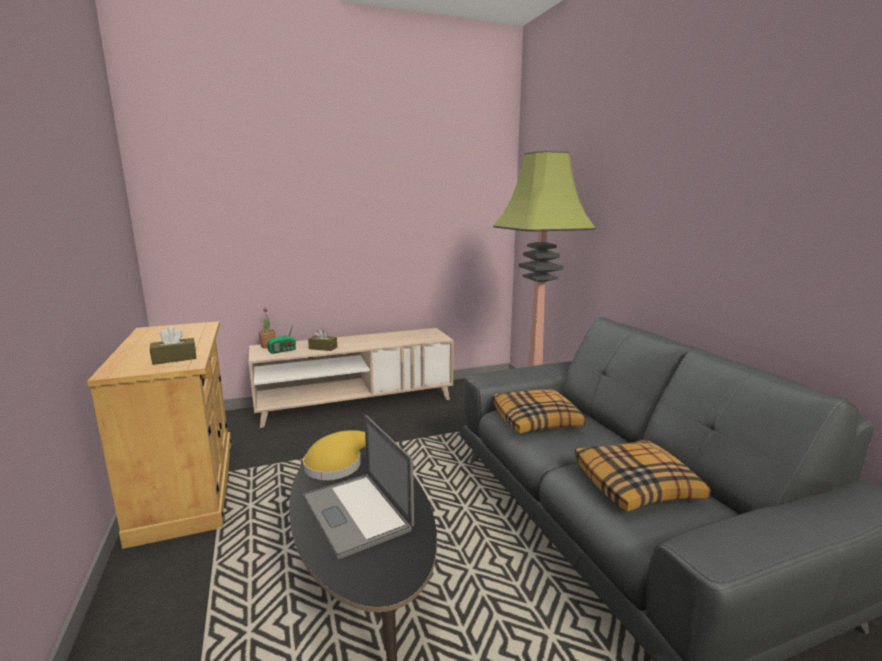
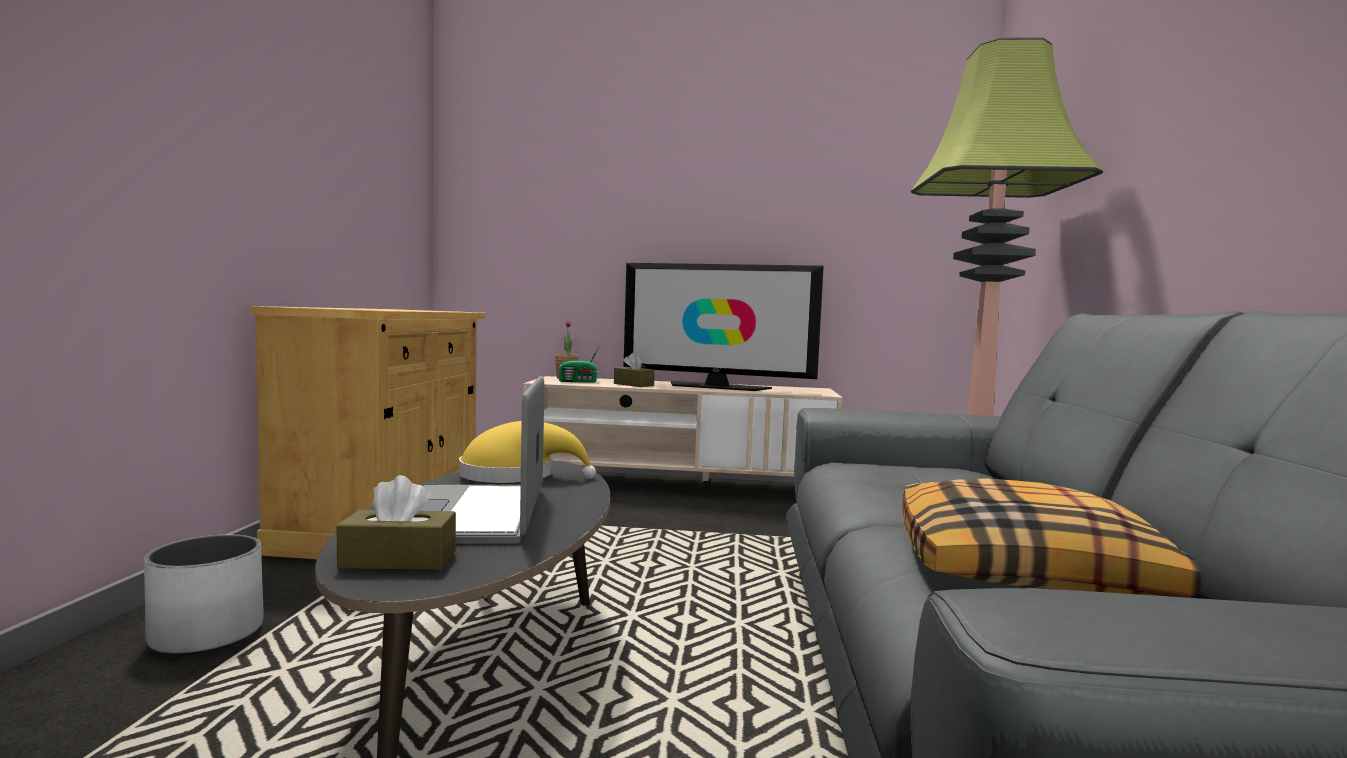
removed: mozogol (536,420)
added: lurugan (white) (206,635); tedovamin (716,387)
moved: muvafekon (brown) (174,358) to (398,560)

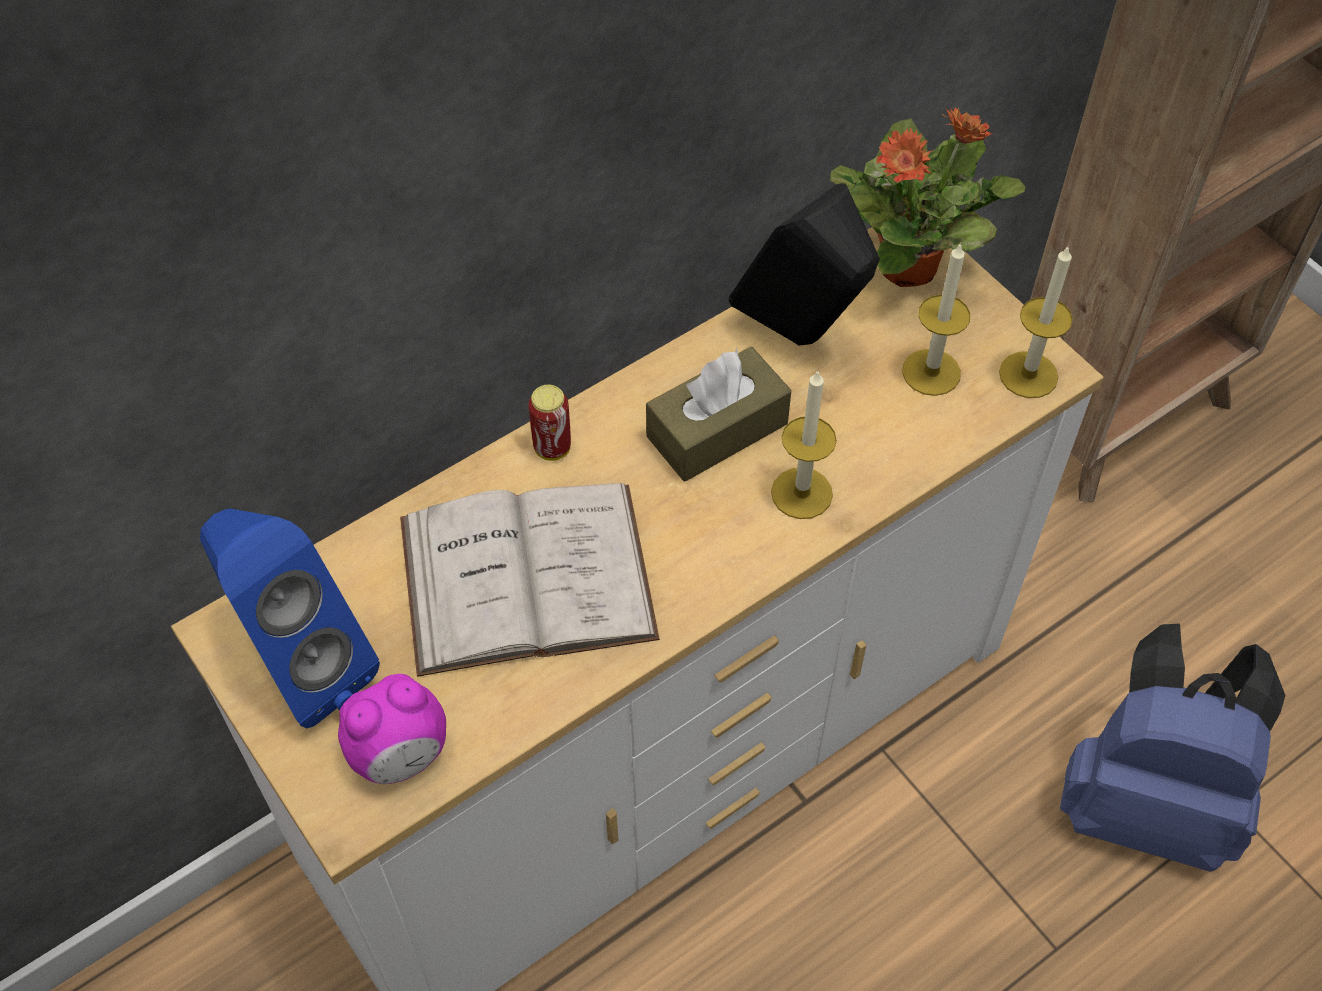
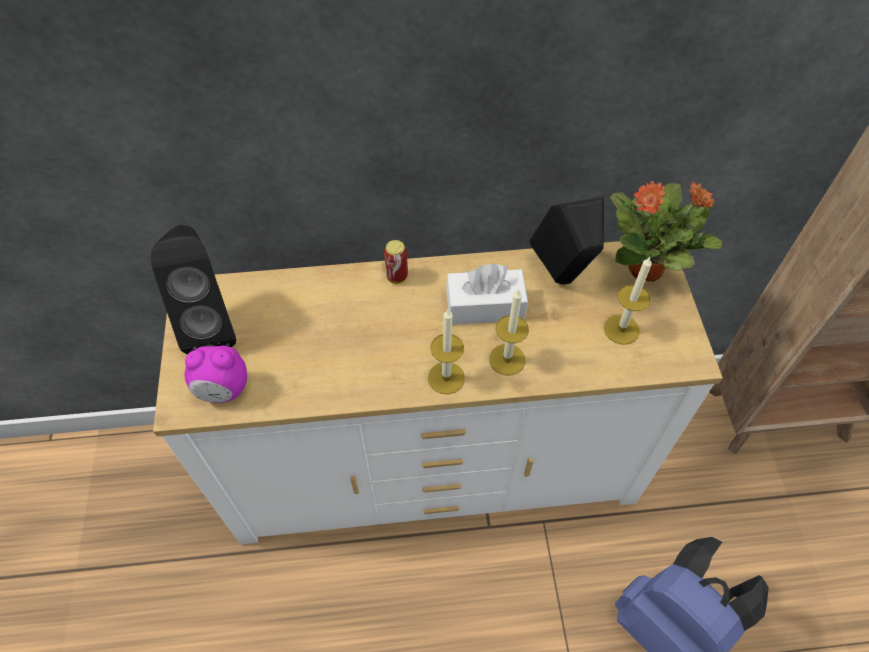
removed: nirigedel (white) (527,577)
moved: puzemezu (1028,375) to (446,378)
recoloured: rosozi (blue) (302,665) to rosozi (black) (211,324); muvafekon (brown) (717,430) to muvafekon (white) (485,306)

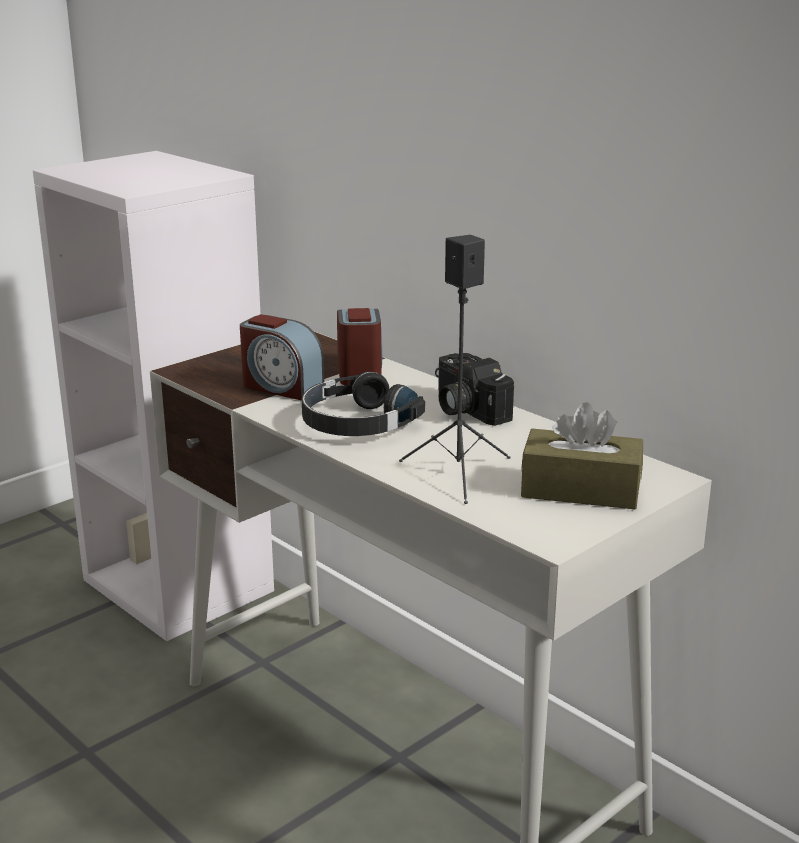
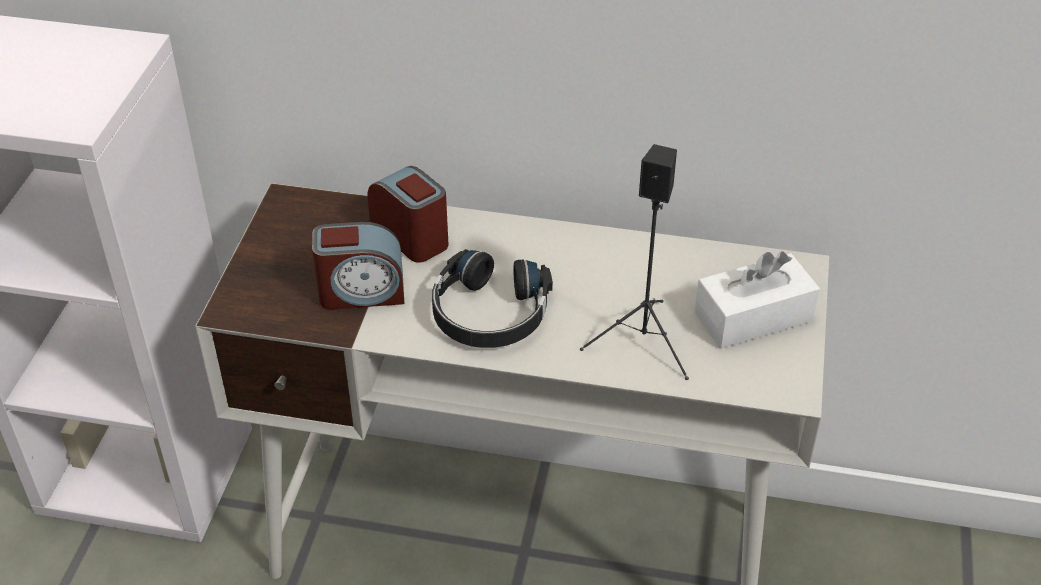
removed: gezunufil (464,409)
recoloured: muvafekon (brown) (580,490) to muvafekon (white) (753,317)

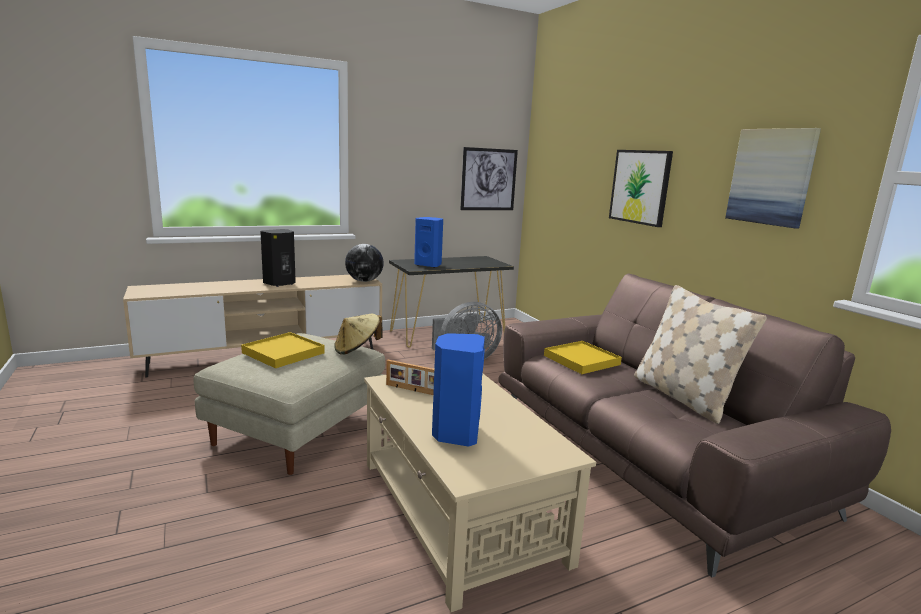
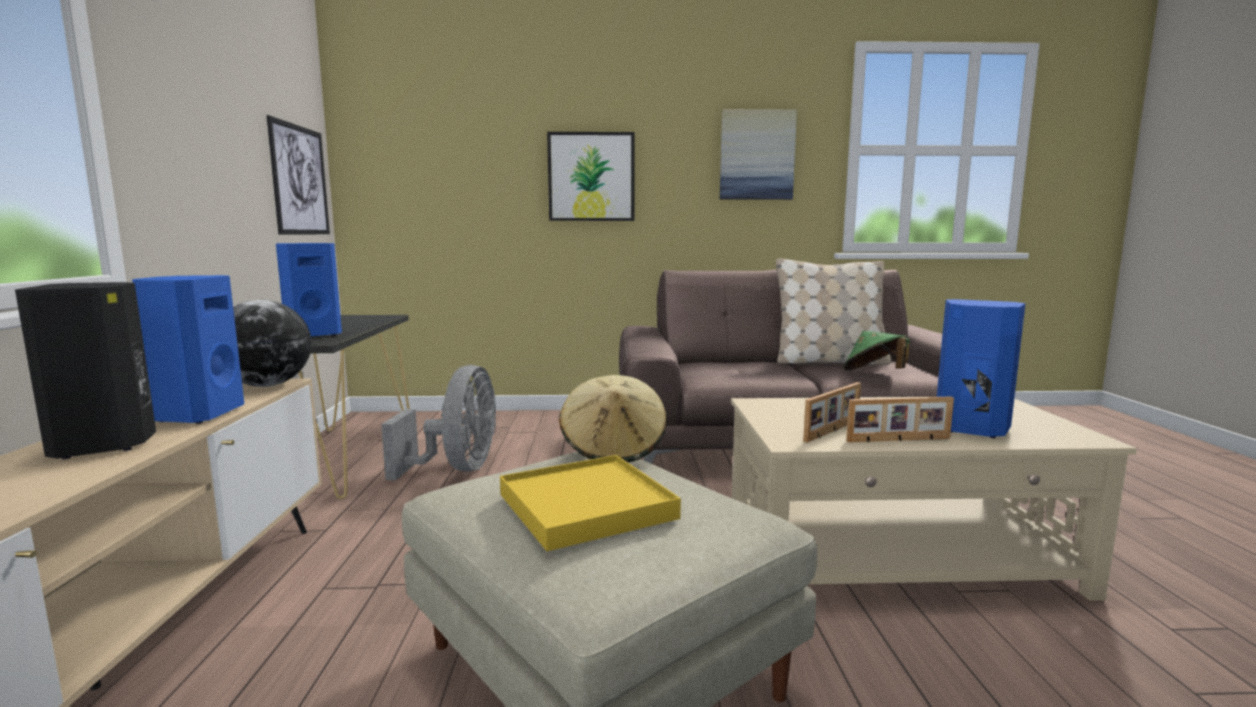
removed: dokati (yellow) (581,360)
added: rosozi (blue) (197,415); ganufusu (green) (874,373); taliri (899,440)

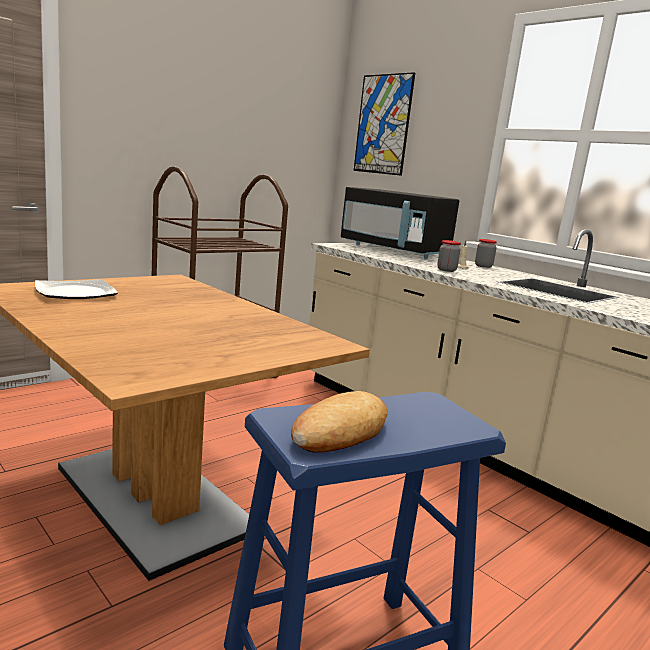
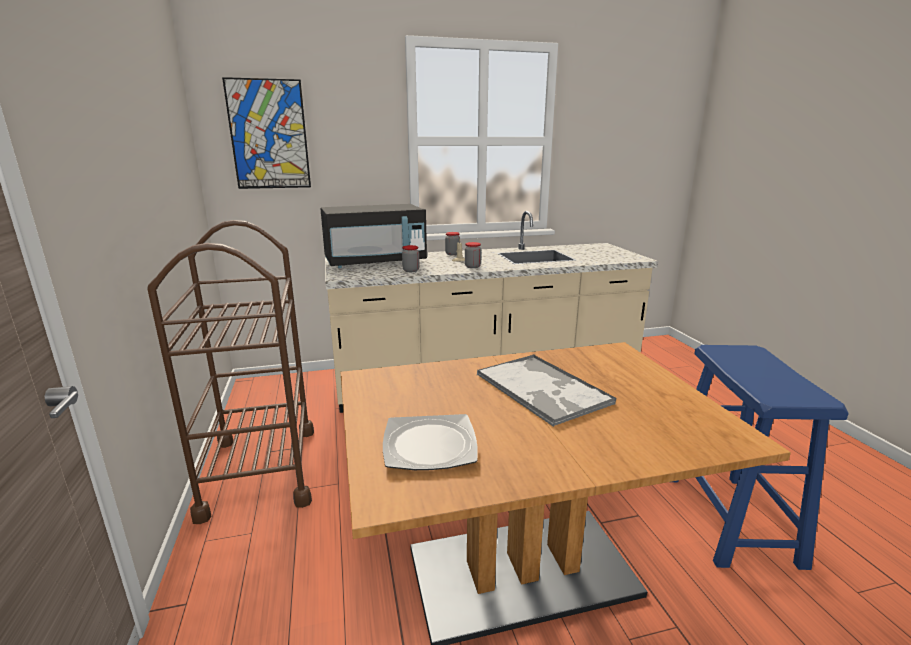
removed: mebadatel (340,431)
added: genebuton (411,270); dokati (543,389)

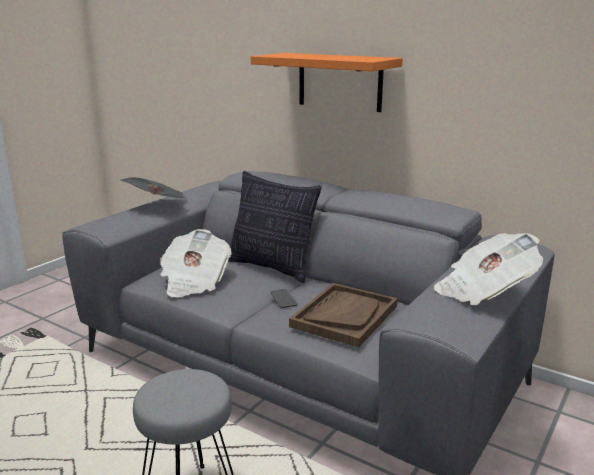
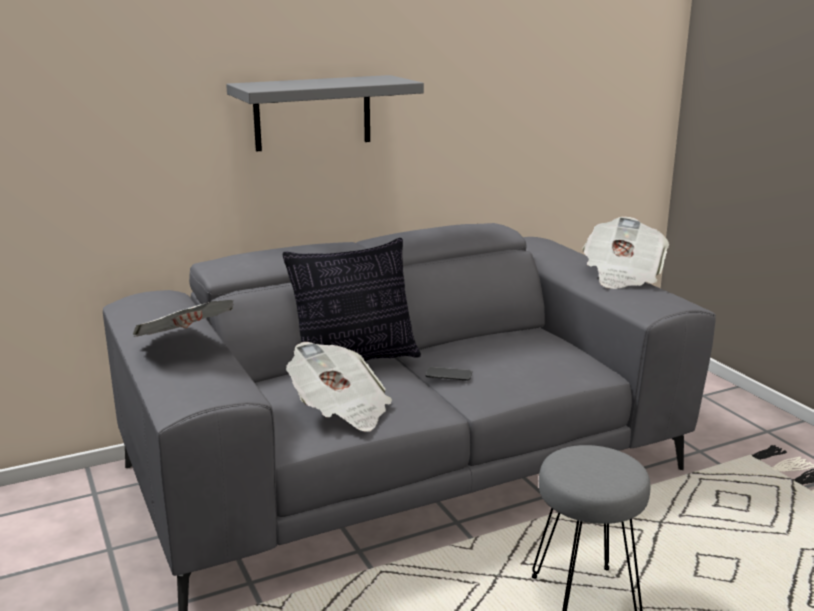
removed: dokati (brown) (344,316)
recoloured: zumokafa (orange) (339,82) to zumokafa (grey) (313,113)

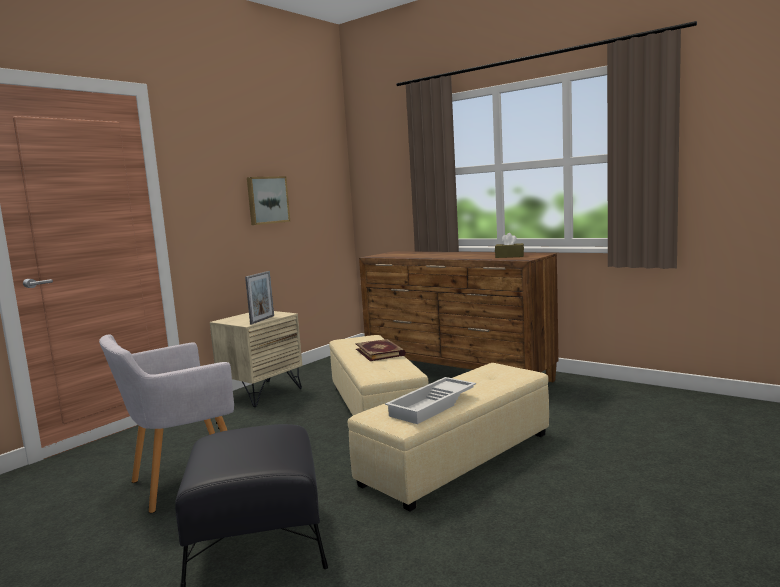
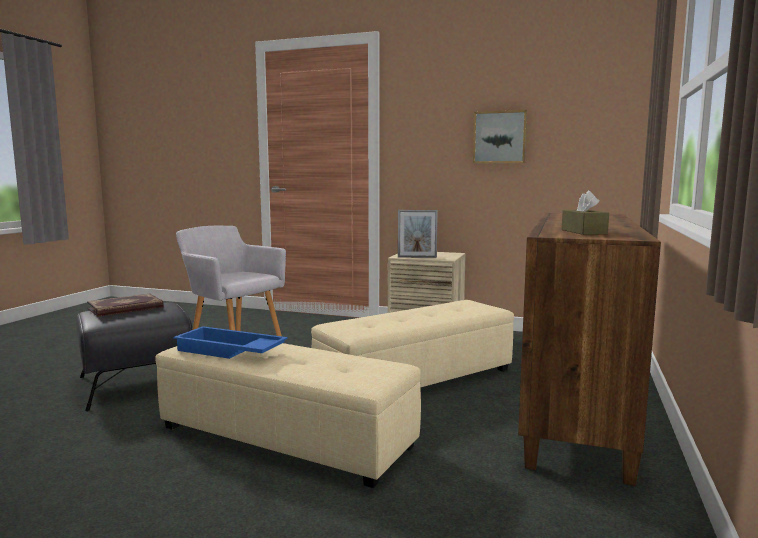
moved: nirigedel (380,352) to (126,308)
recoloured: dokati (white) (433,406) to dokati (blue) (229,351)

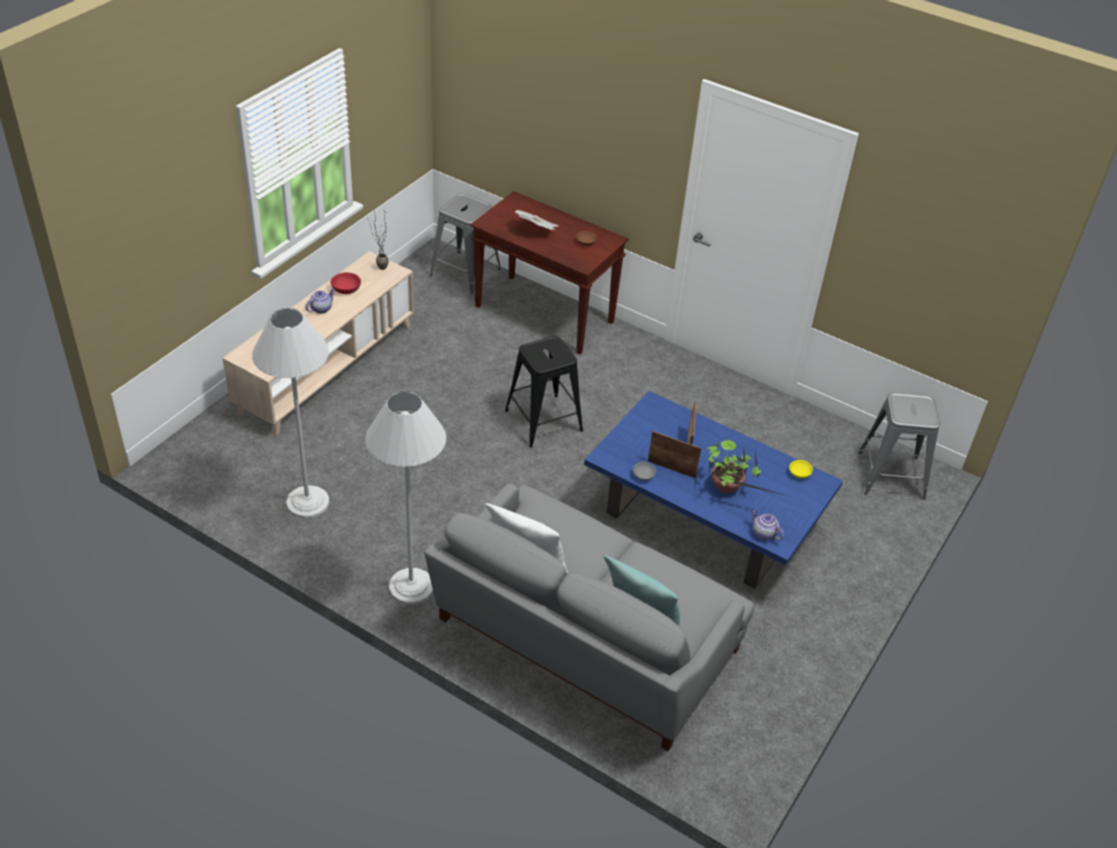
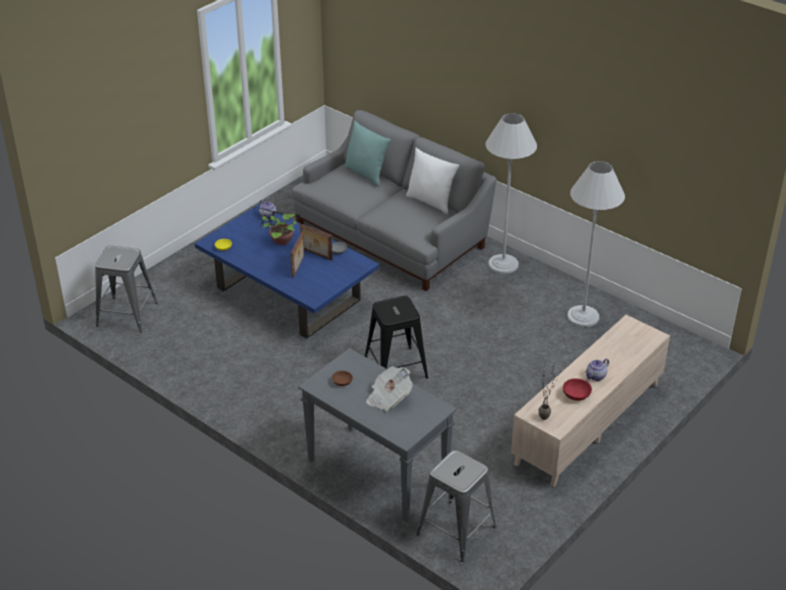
recoloured: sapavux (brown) (545,314) to sapavux (grey) (376,473)

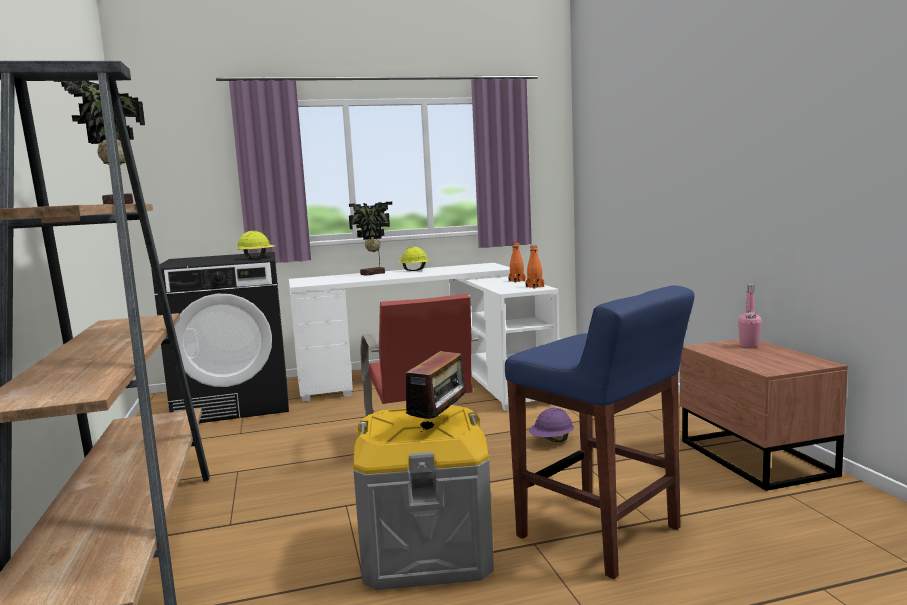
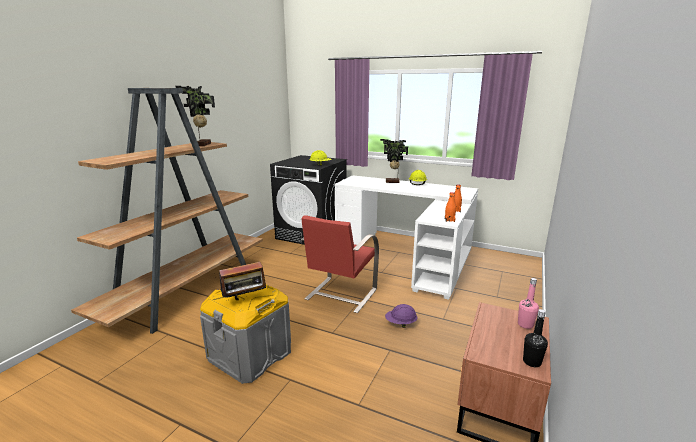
removed: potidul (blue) (600,534)
added: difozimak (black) (532,362)

